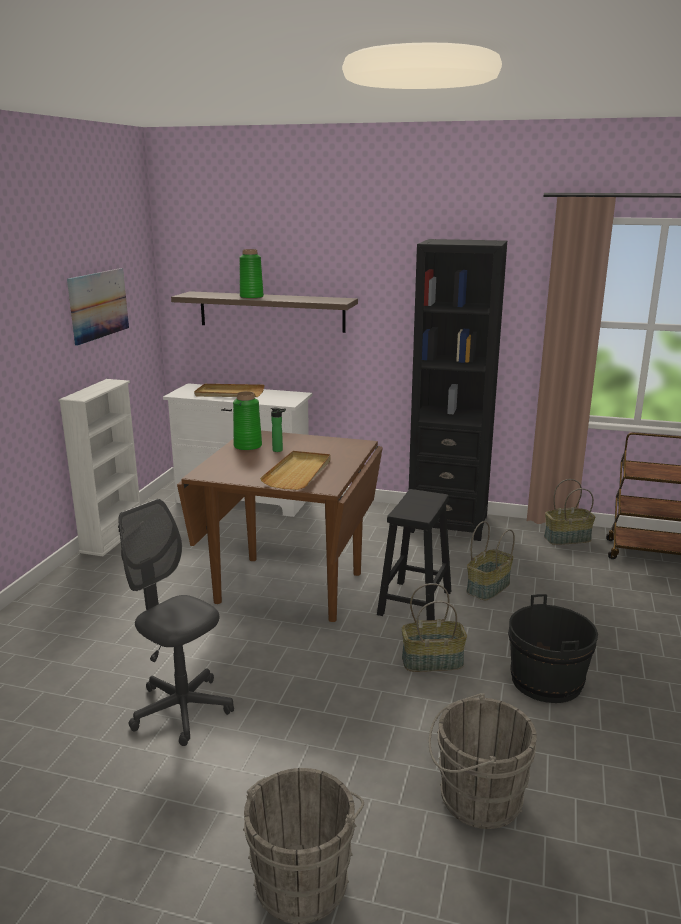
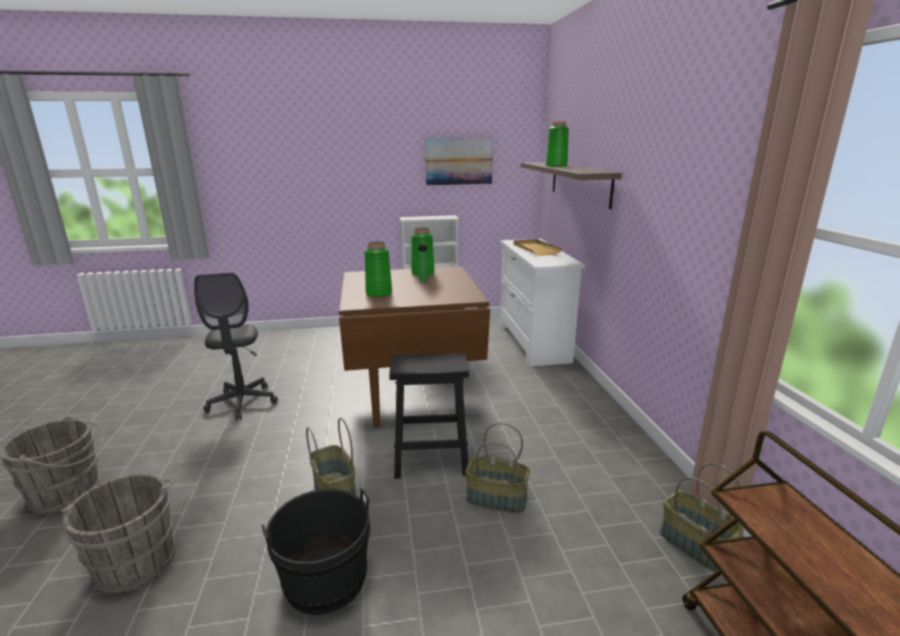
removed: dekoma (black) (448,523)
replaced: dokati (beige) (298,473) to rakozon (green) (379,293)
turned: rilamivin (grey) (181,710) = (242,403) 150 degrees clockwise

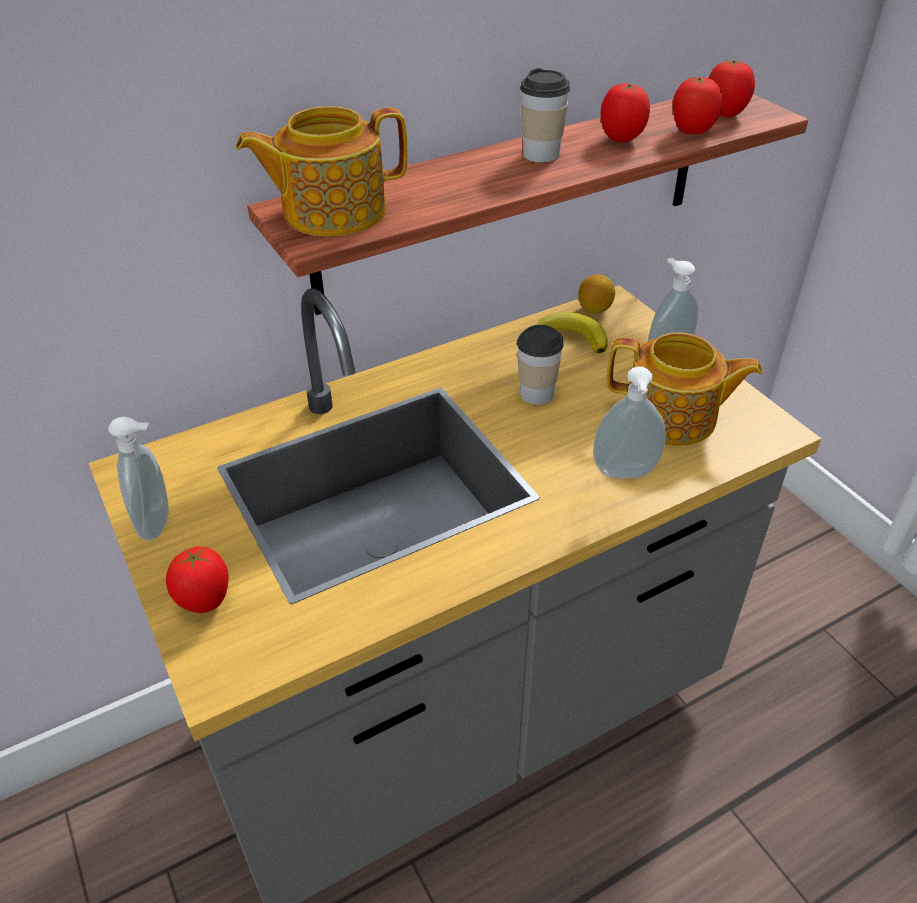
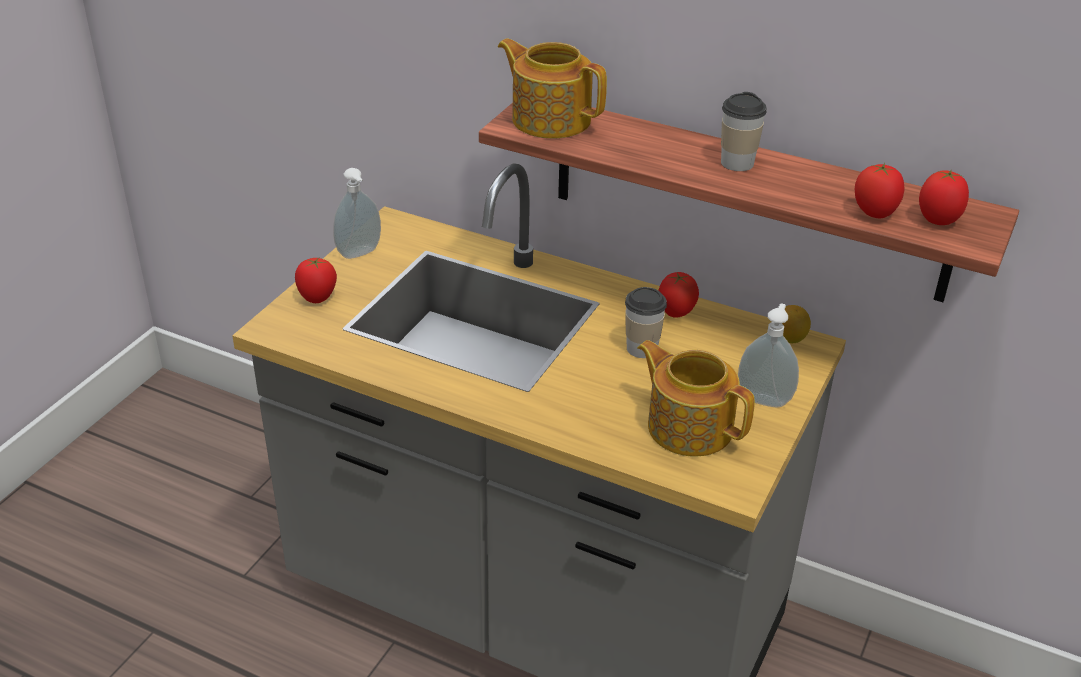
removed: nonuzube (573,336); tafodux (625,474)
moved: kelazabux (621,139) to (675,313)
turned: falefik (672,418) = (689,426) 150 degrees clockwise

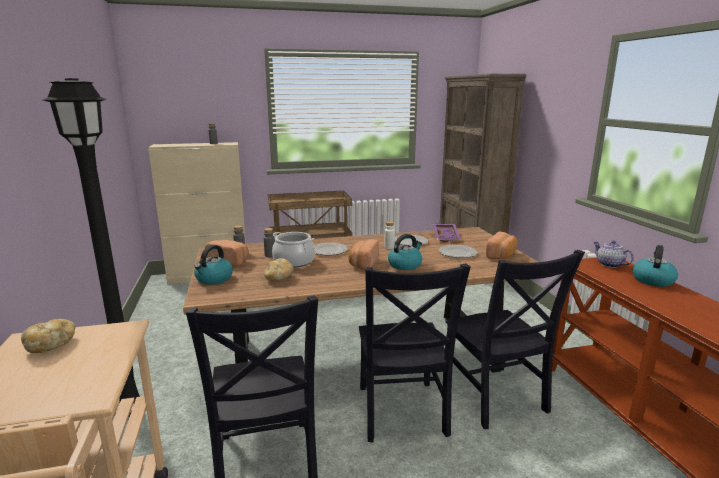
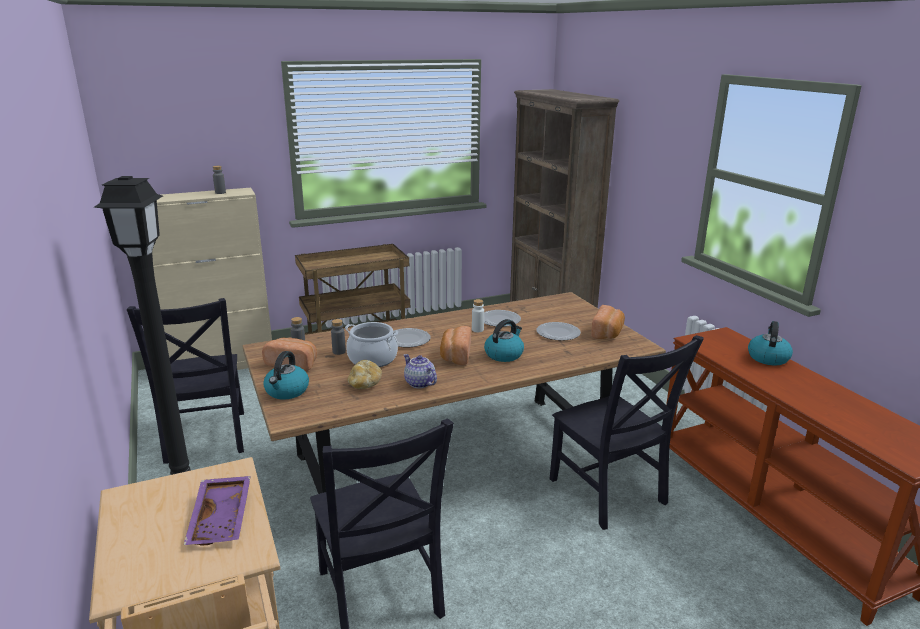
removed: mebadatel (51,345)
moved: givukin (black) (401,413) to (205,439); dokati (purple) (446,237) to (222,519); falefik (609,264) to (419,383)

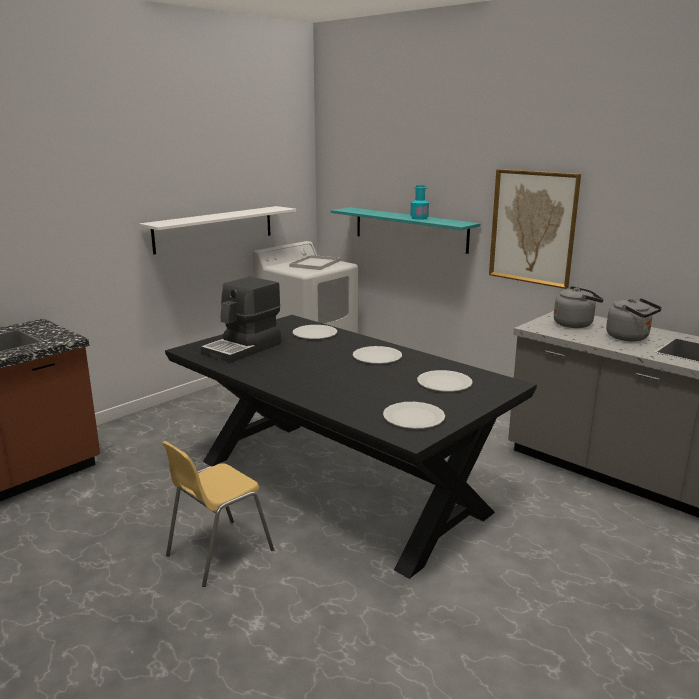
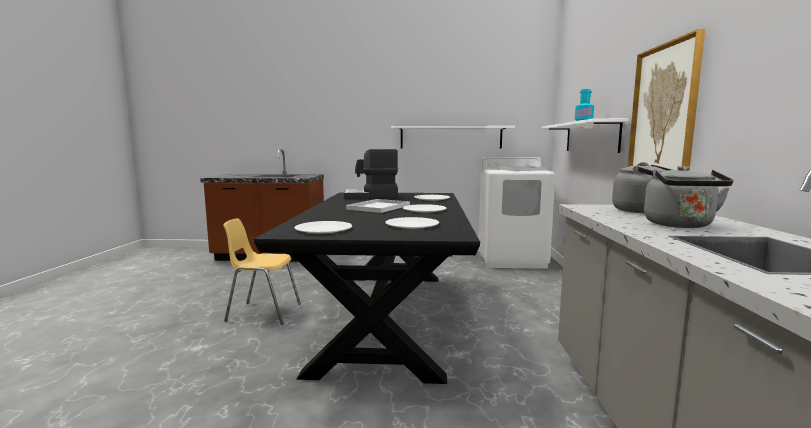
added: dokati (white) (378,207)
recoloured: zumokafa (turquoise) (410,229) to zumokafa (white) (590,137)

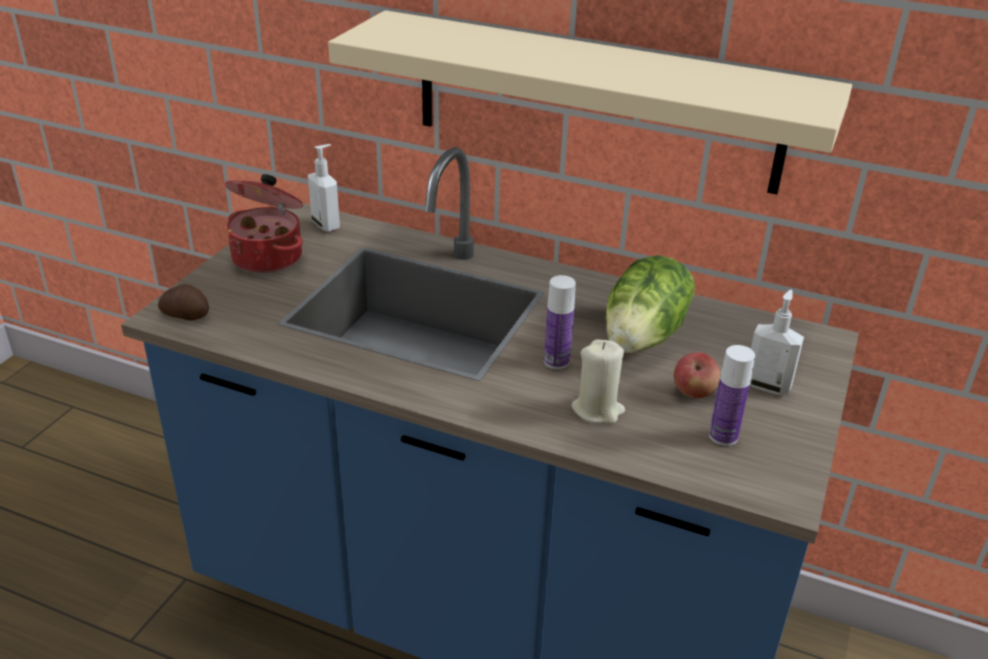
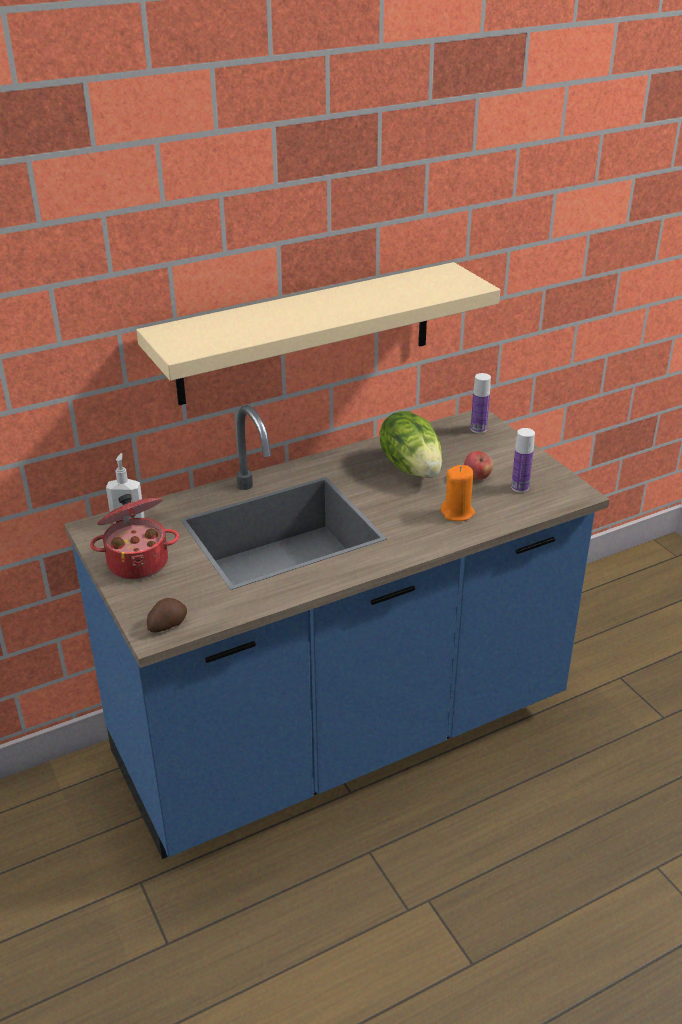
removed: tafodux (767,385)
moved: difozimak (556,361) to (478,429)
recoloured: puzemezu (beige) (597,410) to puzemezu (orange) (457,513)

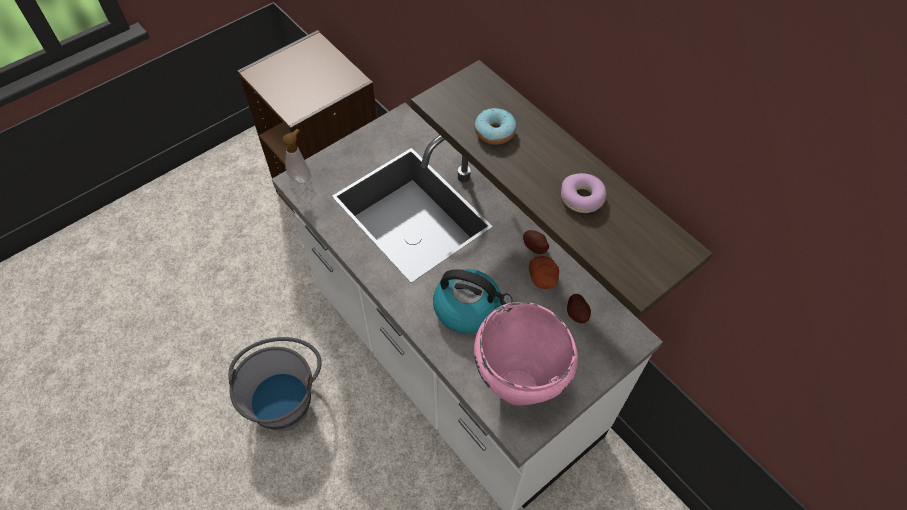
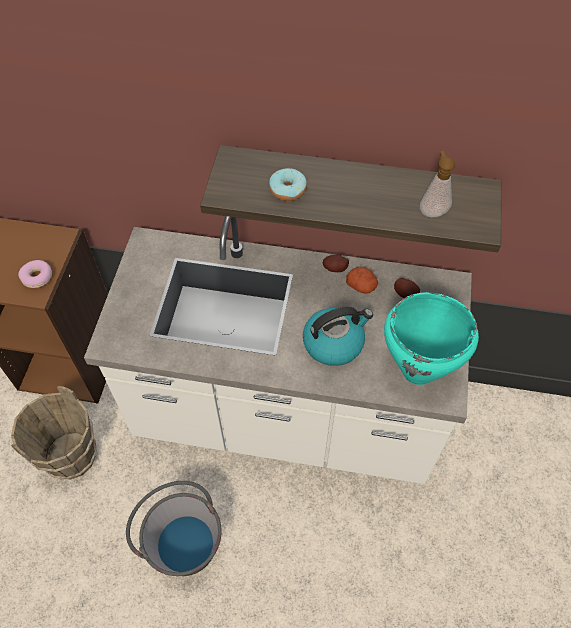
added: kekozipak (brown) (72,456)
moved: tafodux (301,177) to (432,211); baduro (582,198) to (37,277)
recoloured: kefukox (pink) (517,389) to kefukox (turquoise) (418,371)

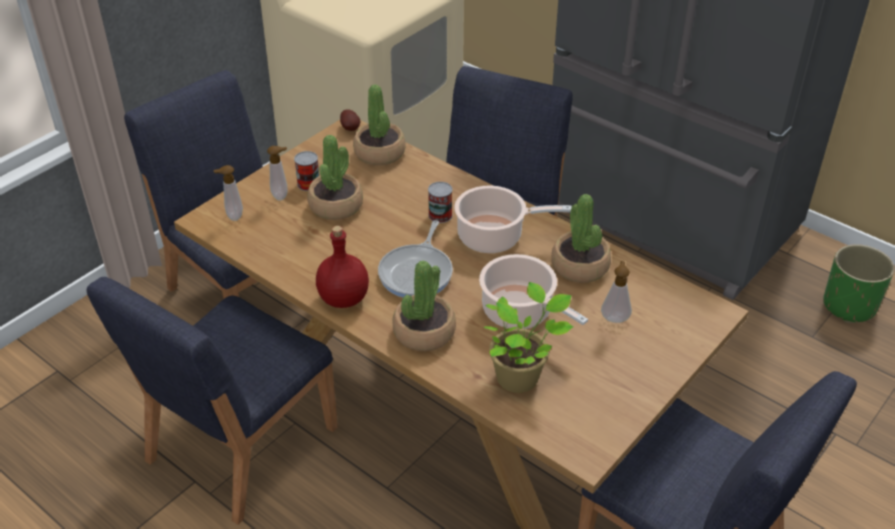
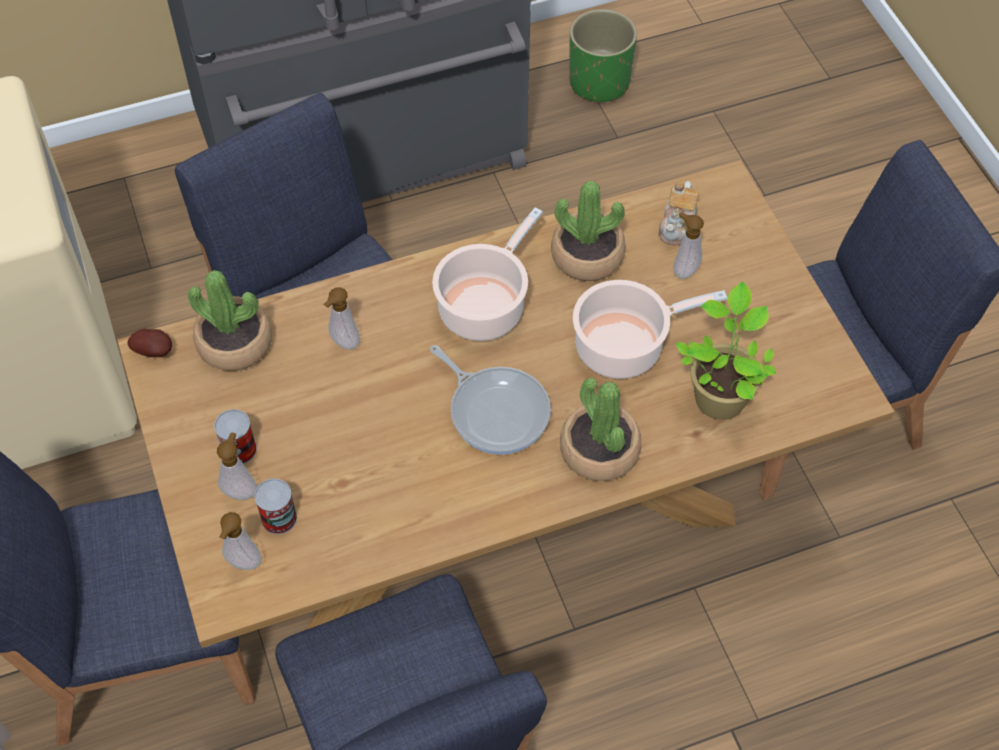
removed: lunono (336,206); difozimak (red) (342,298)
added: tafodux (343,343); falefik (678,225)
moved: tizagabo (440,215) to (279,518)

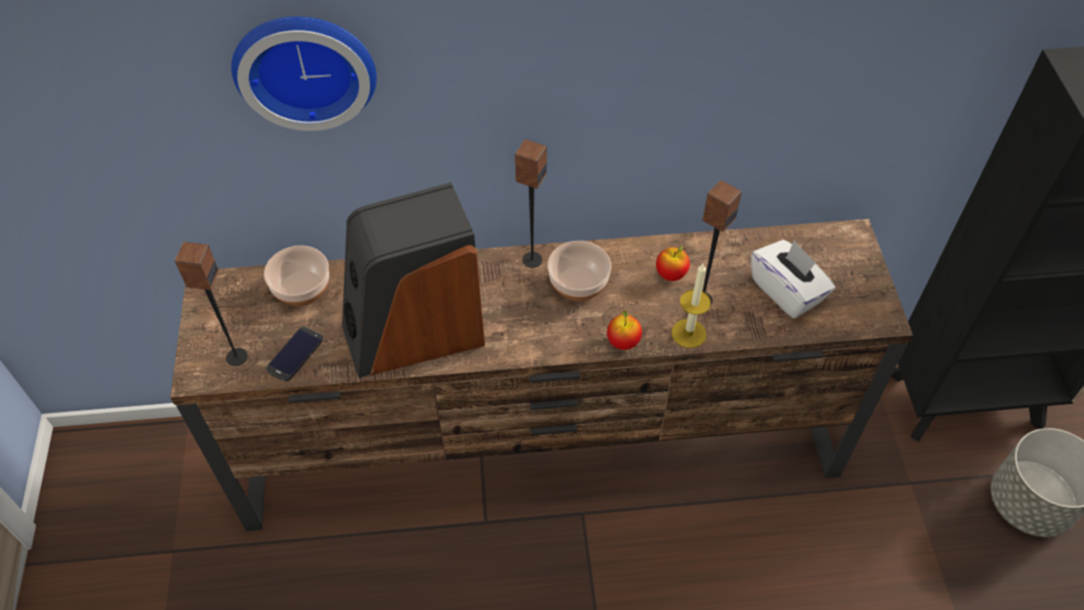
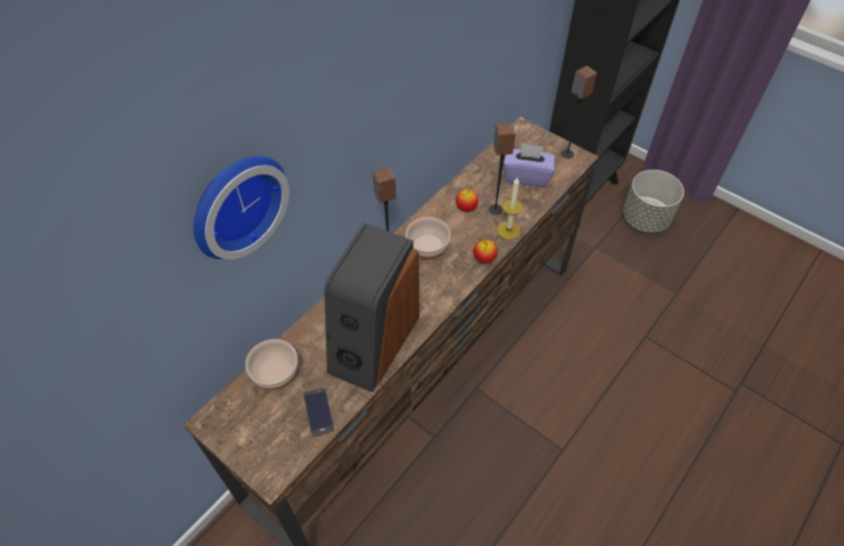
moved: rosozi (236,357) to (567,154)
recoloured: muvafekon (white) (787,291) to muvafekon (purple) (526,176)

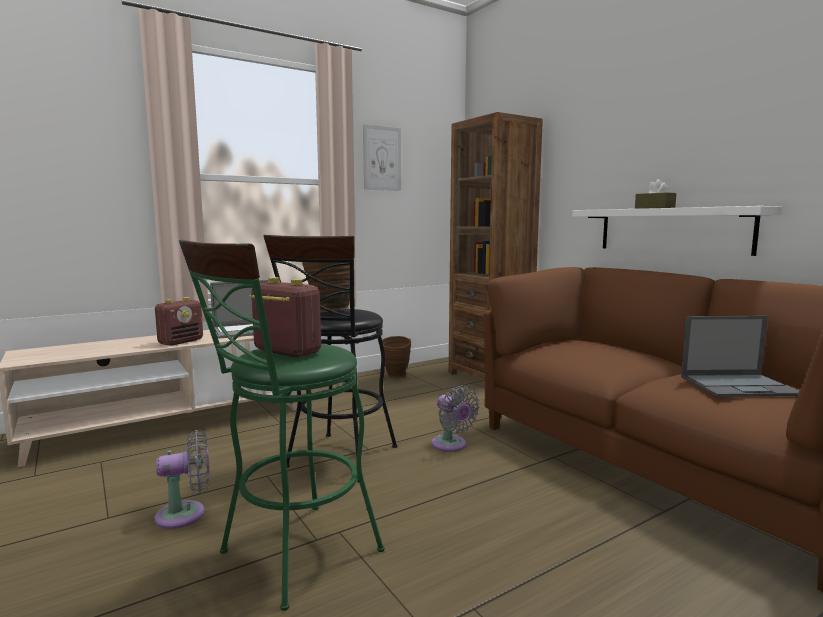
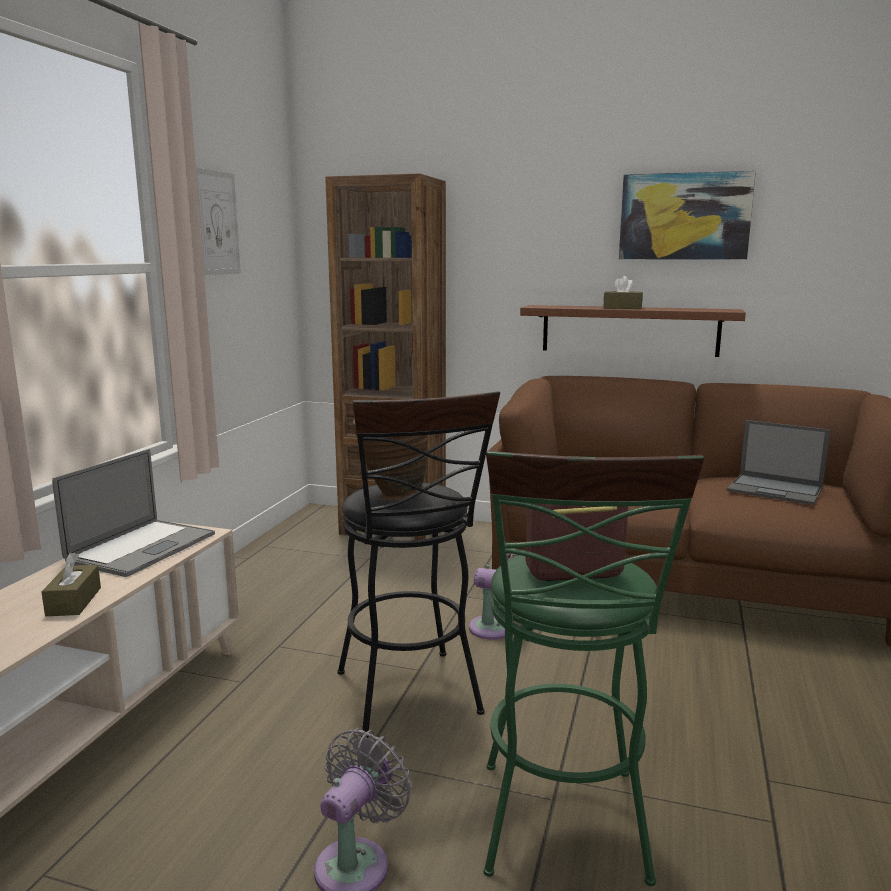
removed: rakozon (brown) (396,376)
added: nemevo (684,216)
replaced: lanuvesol (181,342) to muvafekon (brown) (74,601)
recoloured: zumokafa (white) (671,230) to zumokafa (brown) (629,330)
turned: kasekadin (740,386) = (776,490) 75 degrees clockwise

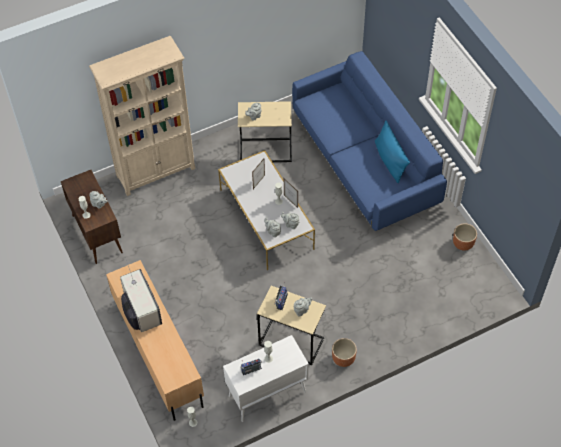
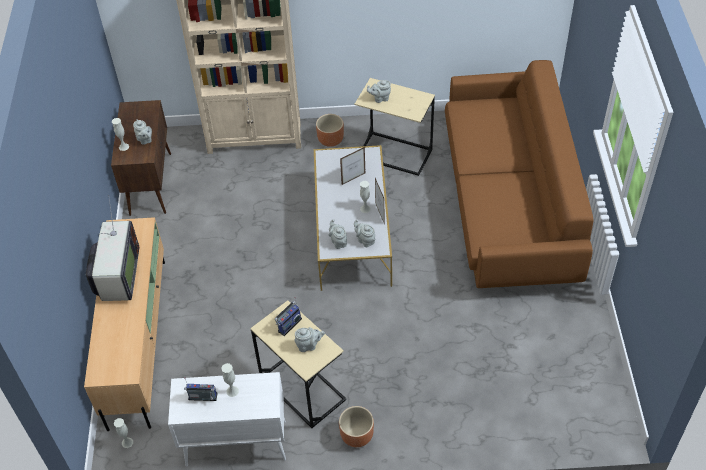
removed: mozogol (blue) (390,160)
moved: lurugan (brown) (462,243) to (330,140)
recoloured: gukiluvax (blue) (363,162) to gukiluvax (brown) (508,204)

